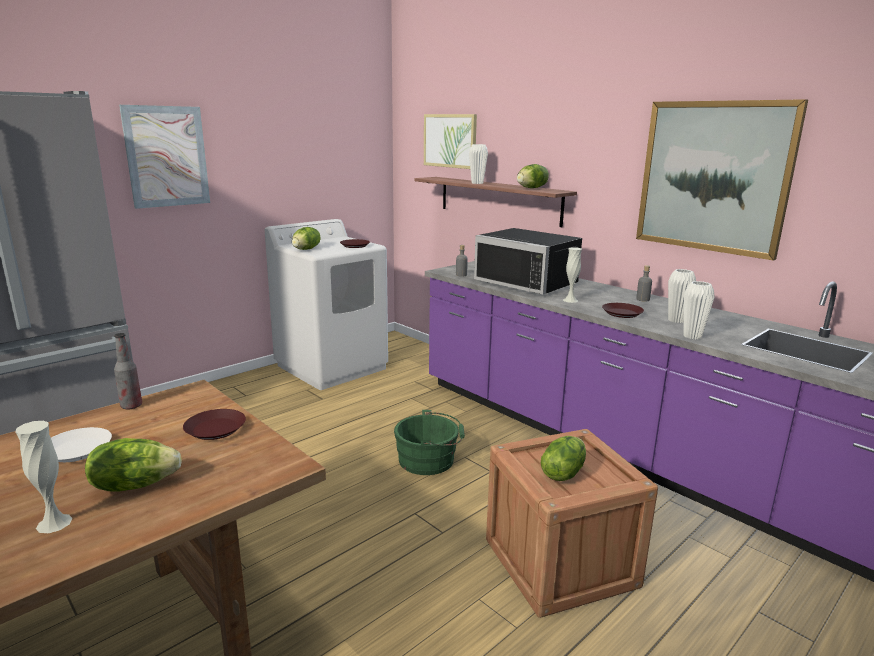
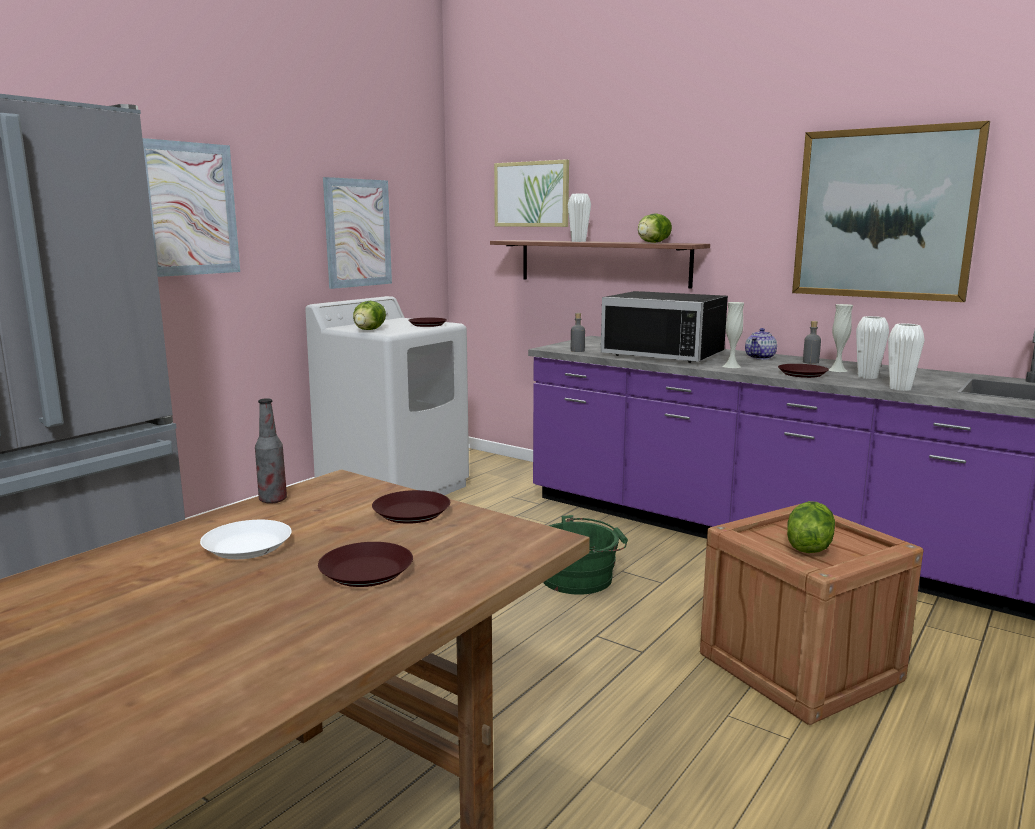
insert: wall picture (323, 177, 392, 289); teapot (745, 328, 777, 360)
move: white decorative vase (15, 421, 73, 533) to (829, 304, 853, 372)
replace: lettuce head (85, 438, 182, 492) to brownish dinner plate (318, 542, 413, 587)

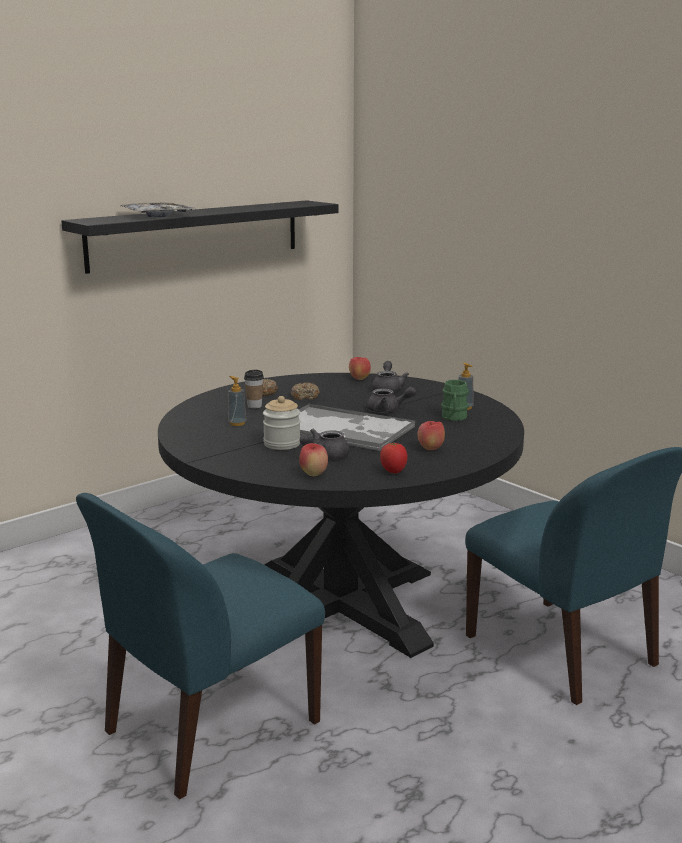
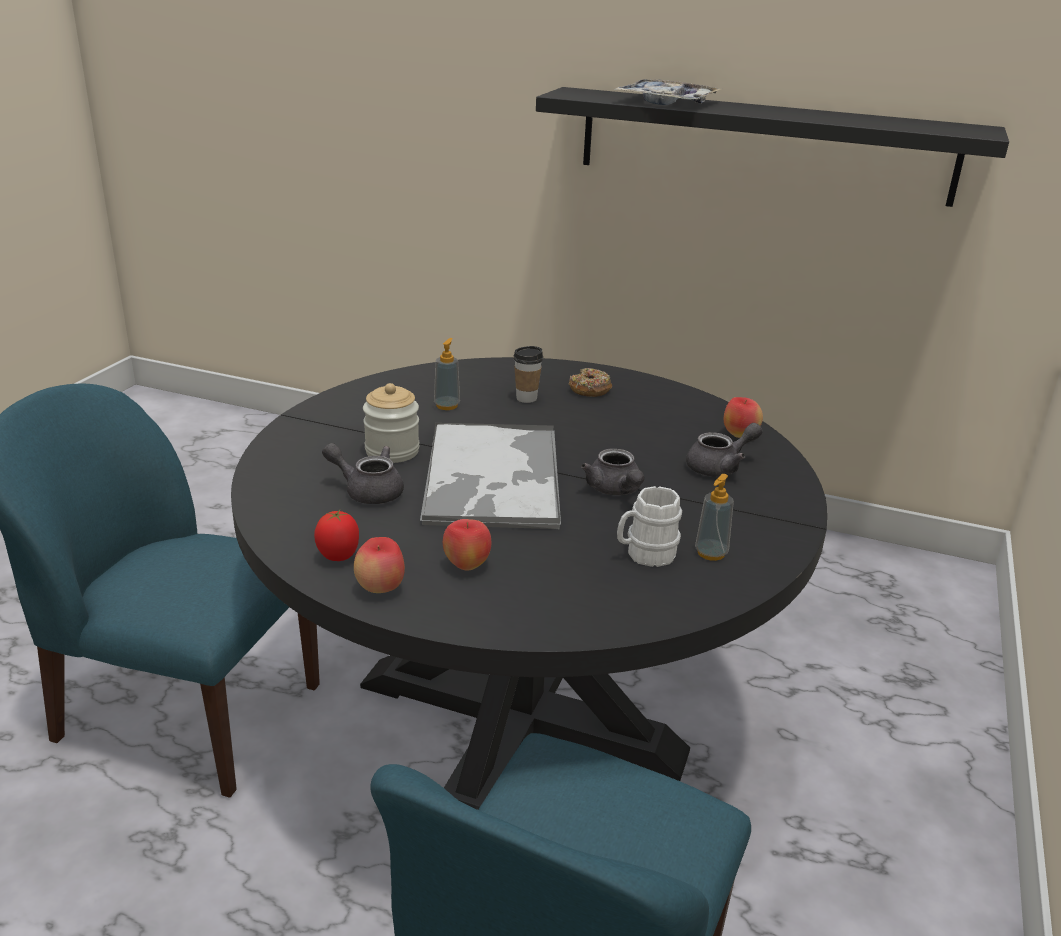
delete: doughnut (291, 383, 319, 400)
move: apple fruit (299, 443, 328, 476) to (354, 537, 405, 593)
recolor: green-coloured tea mug (441, 380, 469, 421) to white tea mug (617, 486, 682, 567)

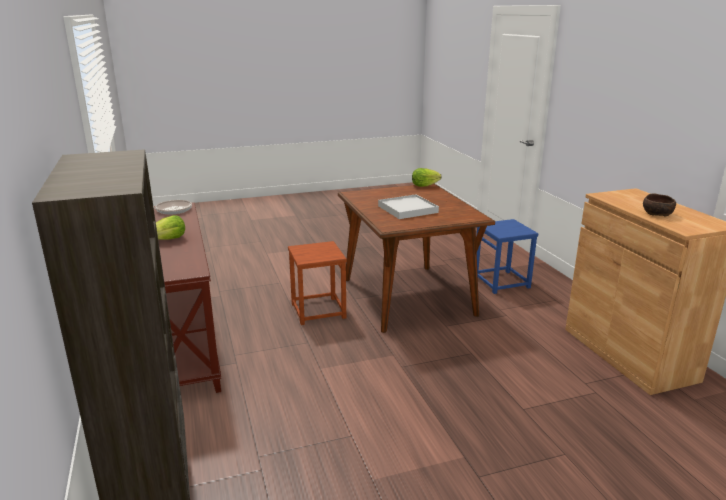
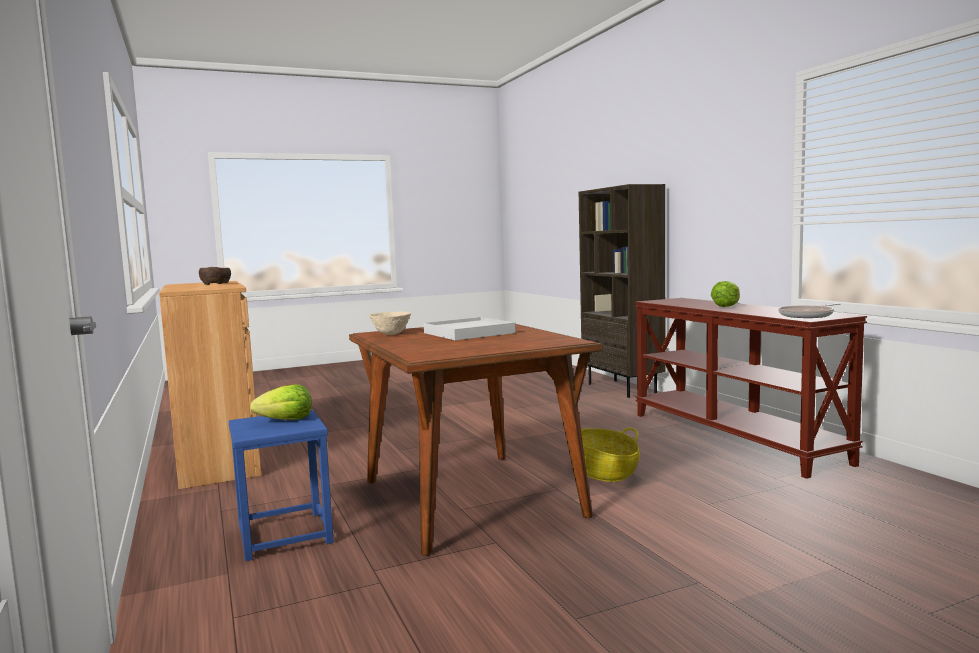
insert: beige serving bowl (369, 311, 411, 335)
move: lettuce head (412, 168, 441, 187) to (250, 384, 312, 420)
replace: brownish stool (288, 241, 347, 325) to storage basket (566, 428, 640, 482)

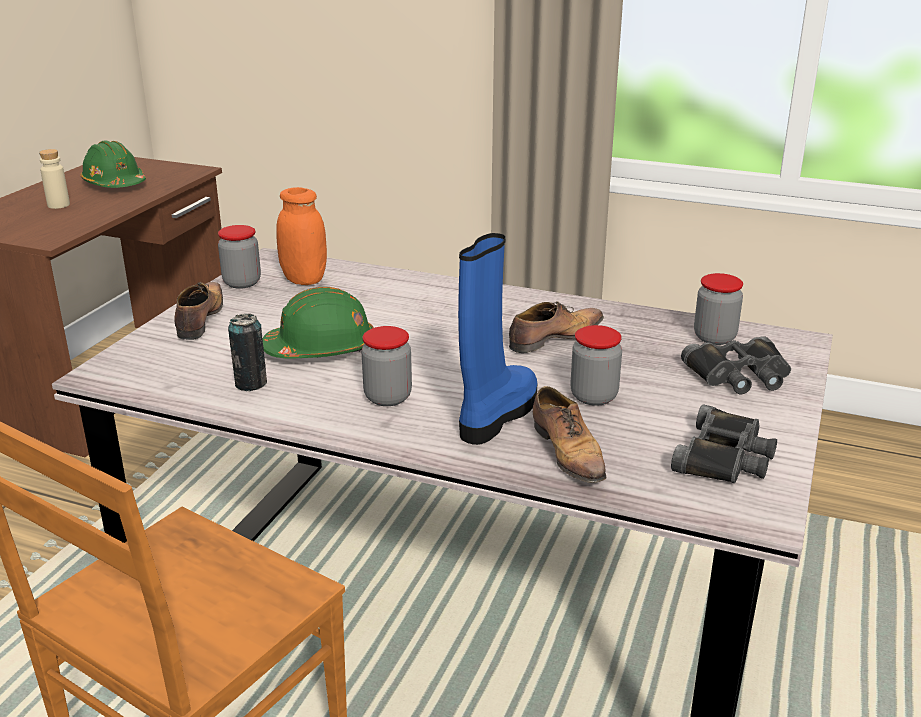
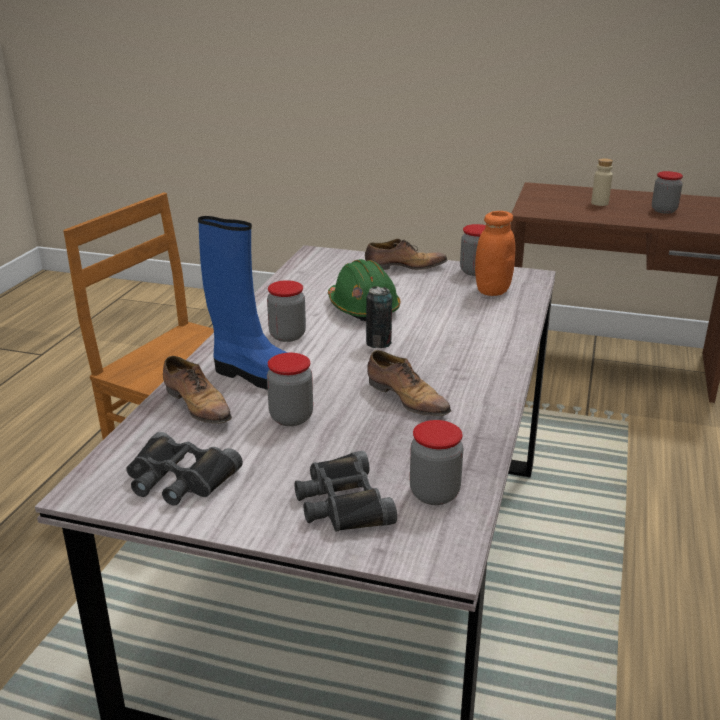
move: sealed can (228, 314, 267, 391) to (366, 286, 392, 348)
replace: green-coloured safety helmet (80, 141, 146, 188) to storage jar (652, 171, 683, 214)
rotate: item of footwear (533, 386, 606, 483) = (163, 356, 232, 426) 105 degrees counterclockwise

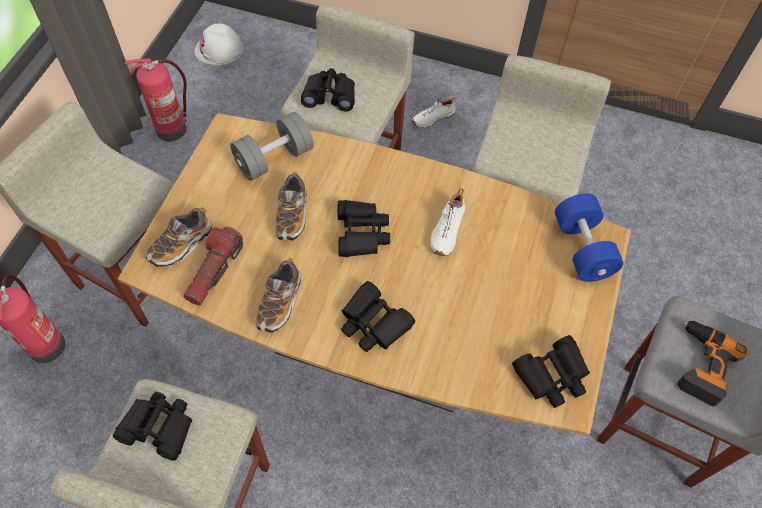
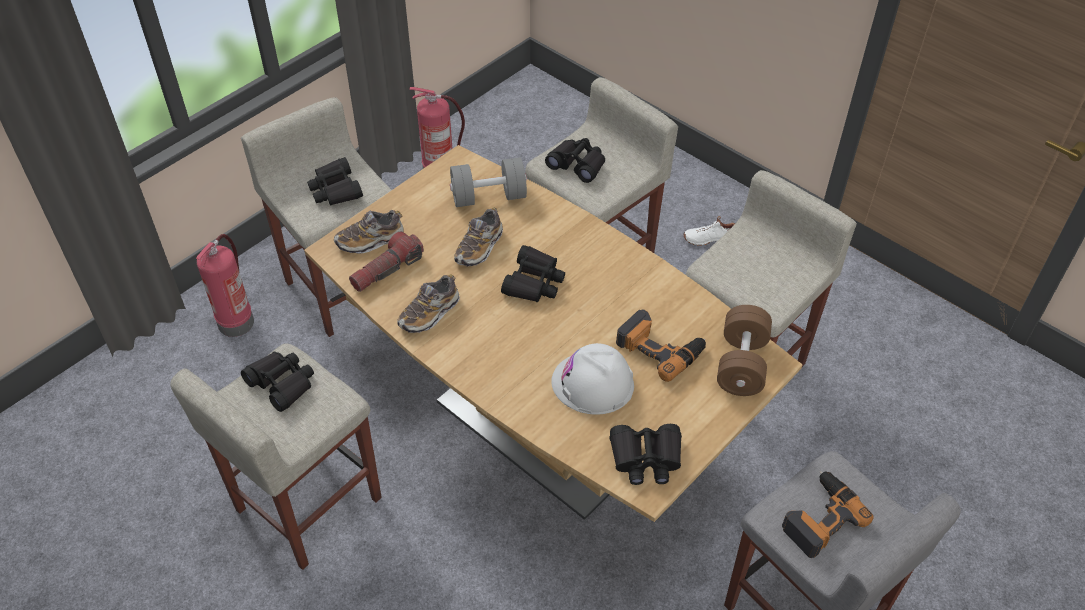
delete: white item of footwear (430, 188, 465, 256)
insert: drill (616, 309, 706, 382)
move: white safety helmet (194, 24, 243, 65) to (551, 343, 634, 415); blackish pair of binoculars (341, 281, 415, 352) to (307, 157, 363, 206)
recolor: blue hand weight (555, 194, 624, 282) to brownish hand weight (717, 305, 772, 396)

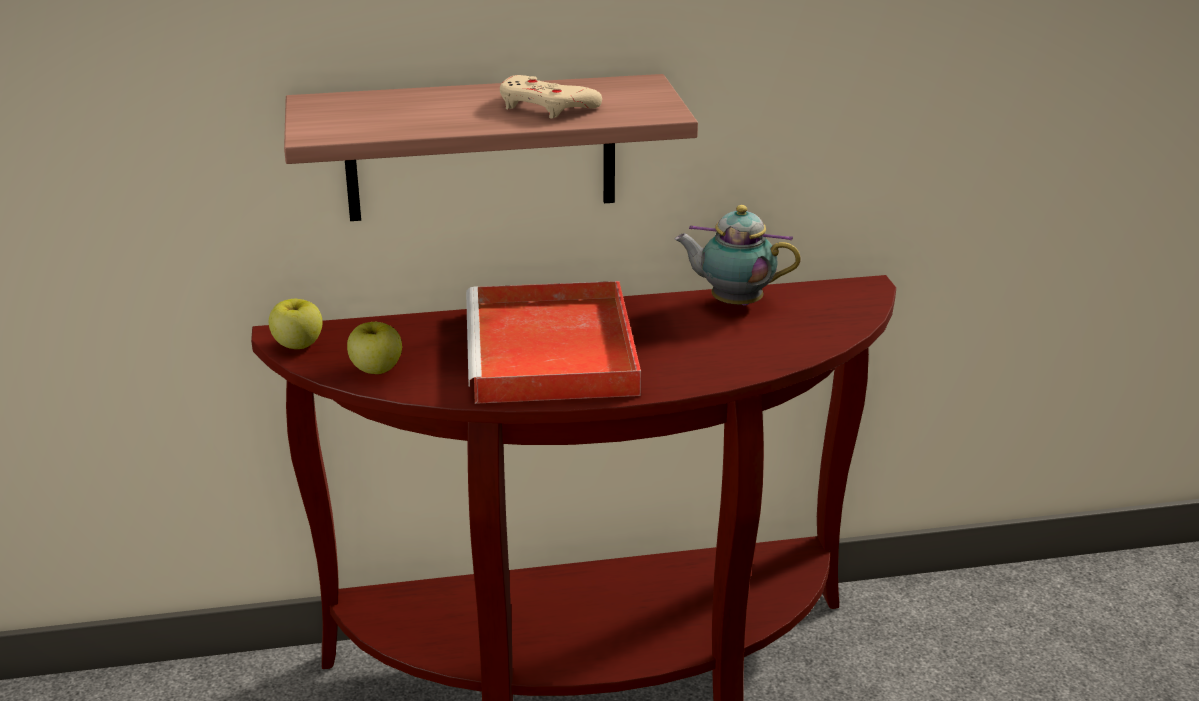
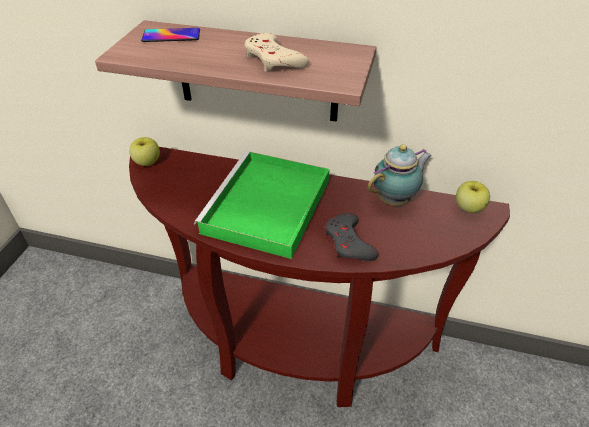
insert: phone (141, 28, 200, 42); gray joypad (325, 213, 378, 261)
move: apple fruit (347, 322, 402, 374) to (456, 181, 490, 213)
recolor: reddish carrying tray (466, 281, 641, 404) to green-coloured carrying tray (194, 151, 330, 259)
rotate: teapot (674, 205, 801, 306) = (367, 145, 432, 205) 105 degrees clockwise

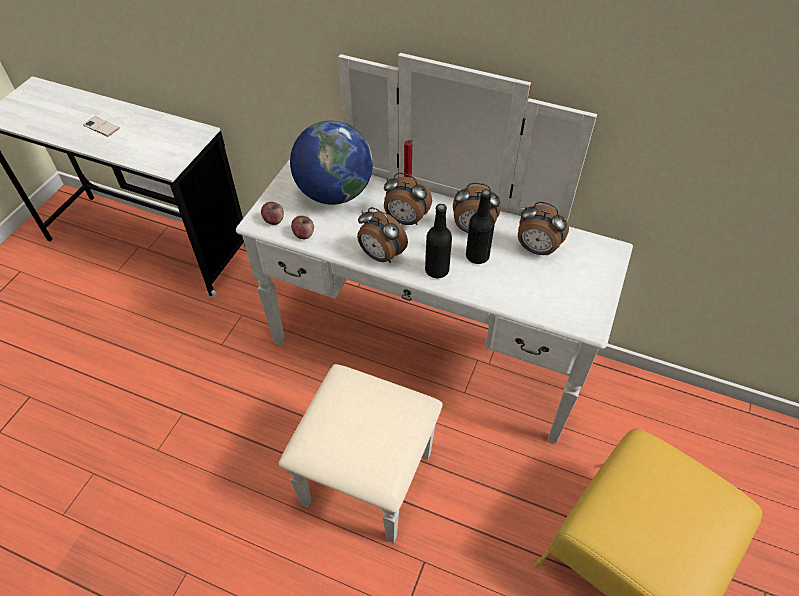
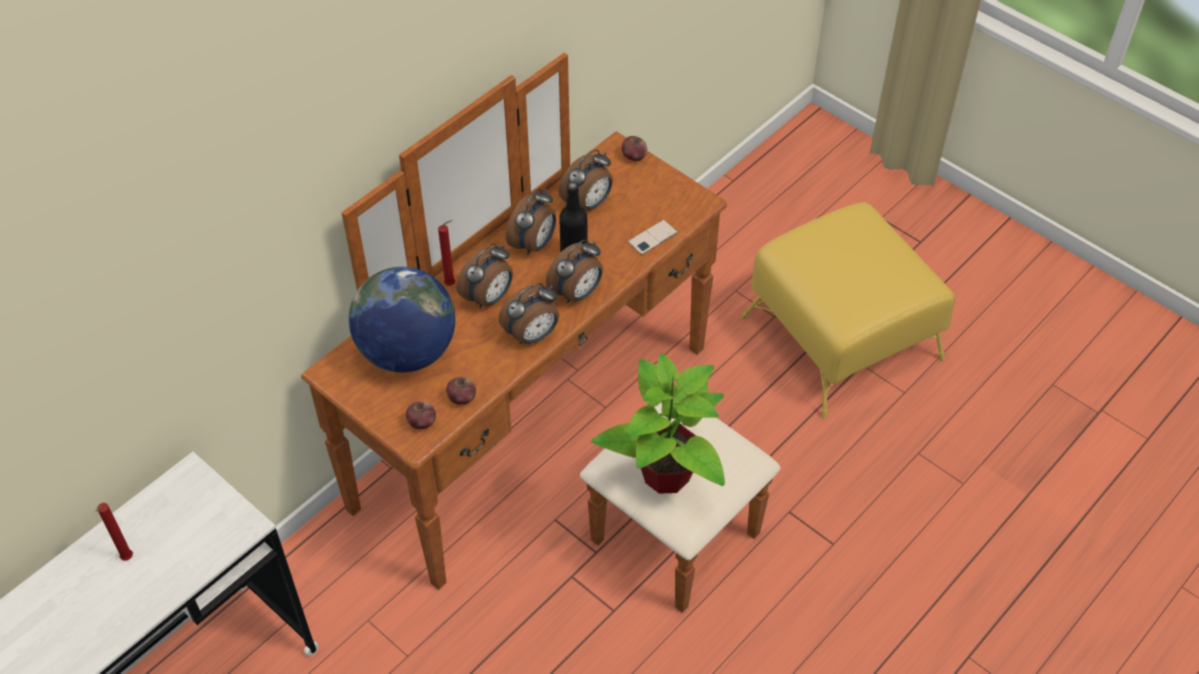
insert: reddish wax light (96, 503, 133, 561); plant in a pot (591, 353, 725, 494); apple fruit (622, 136, 647, 161)
move: phone (83, 116, 120, 137) to (628, 220, 678, 255)
replace: blackish bottle (425, 204, 452, 279) to bedside clock (546, 239, 603, 303)
recolor: white drawer chest (236, 53, 633, 543) to brownish drawer chest (301, 53, 780, 613)

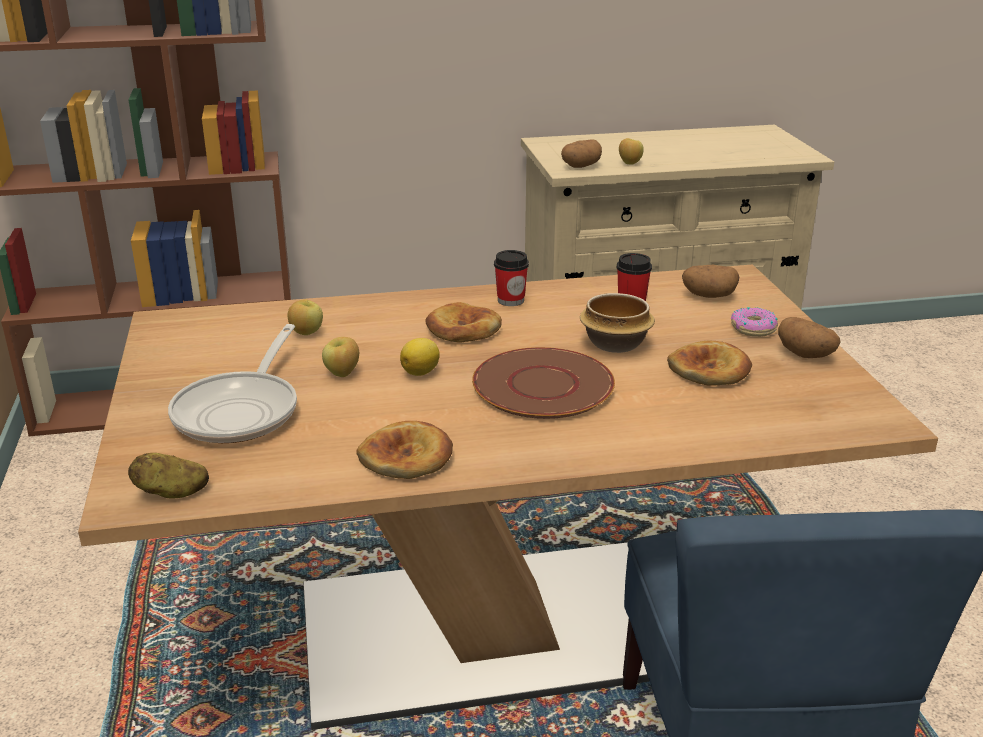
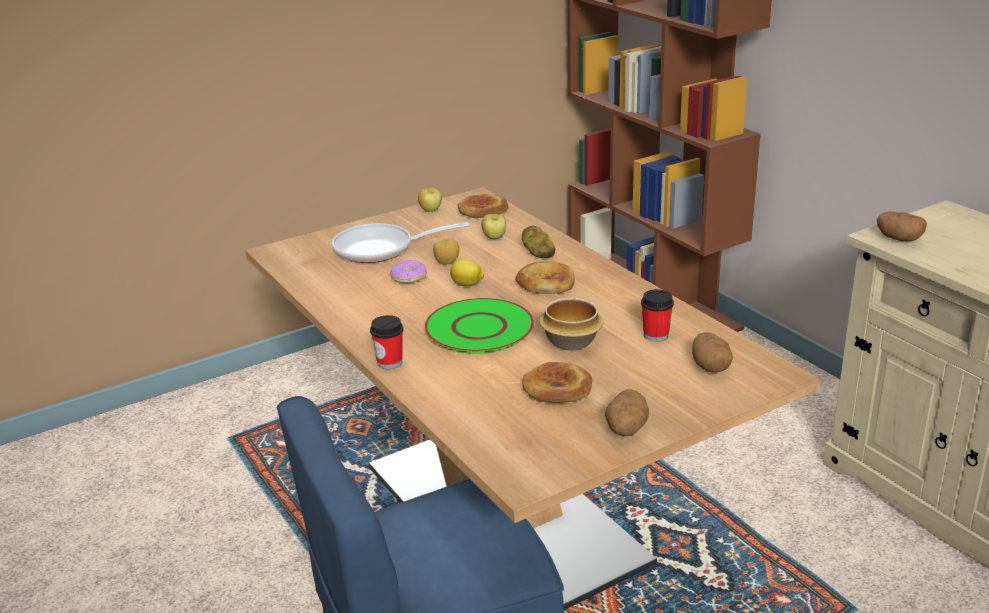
move: whole potato (128, 453, 209, 498) to (522, 226, 555, 258); bread (356, 421, 453, 479) to (458, 194, 509, 218); drinking cup (494, 250, 529, 306) to (370, 315, 403, 369); apple fruit (619, 138, 644, 164) to (418, 188, 442, 212); doughnut (731, 307, 778, 337) to (390, 260, 427, 284)
recolor: brownish dinner plate (472, 347, 615, 419) to green-coloured dinner plate (424, 298, 534, 354)

